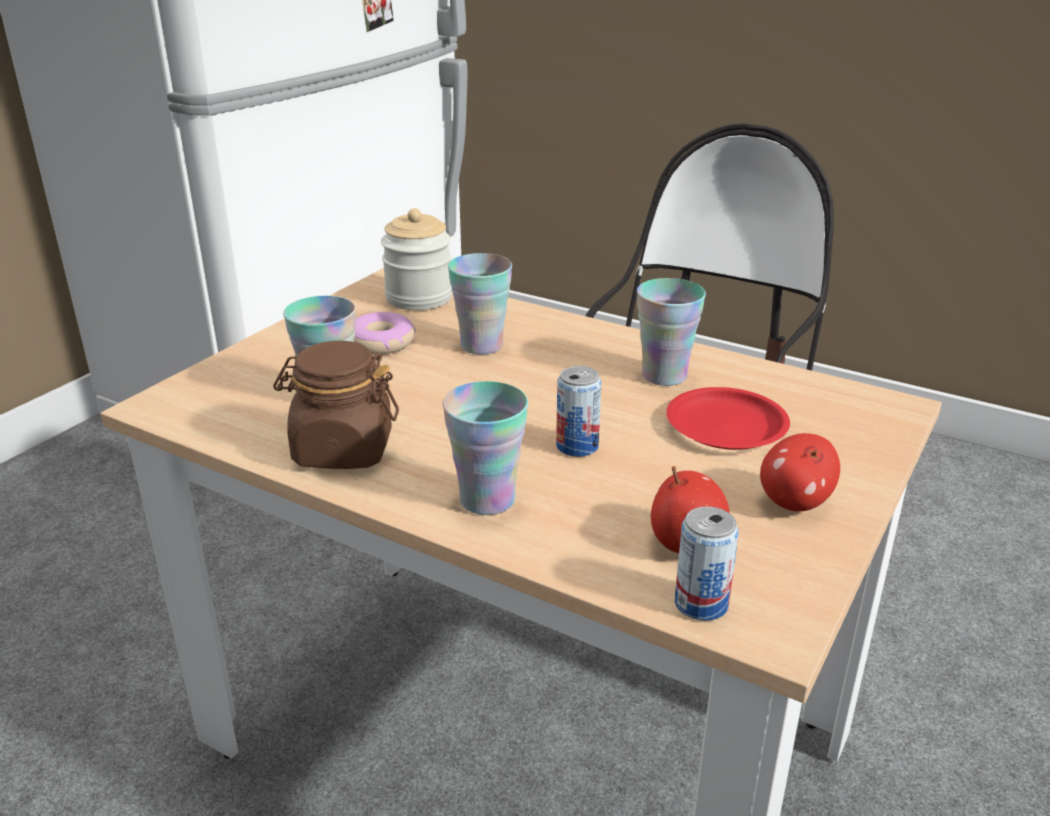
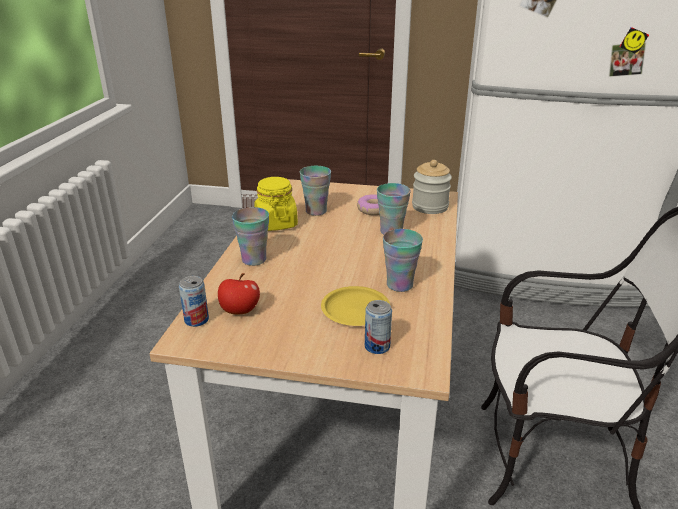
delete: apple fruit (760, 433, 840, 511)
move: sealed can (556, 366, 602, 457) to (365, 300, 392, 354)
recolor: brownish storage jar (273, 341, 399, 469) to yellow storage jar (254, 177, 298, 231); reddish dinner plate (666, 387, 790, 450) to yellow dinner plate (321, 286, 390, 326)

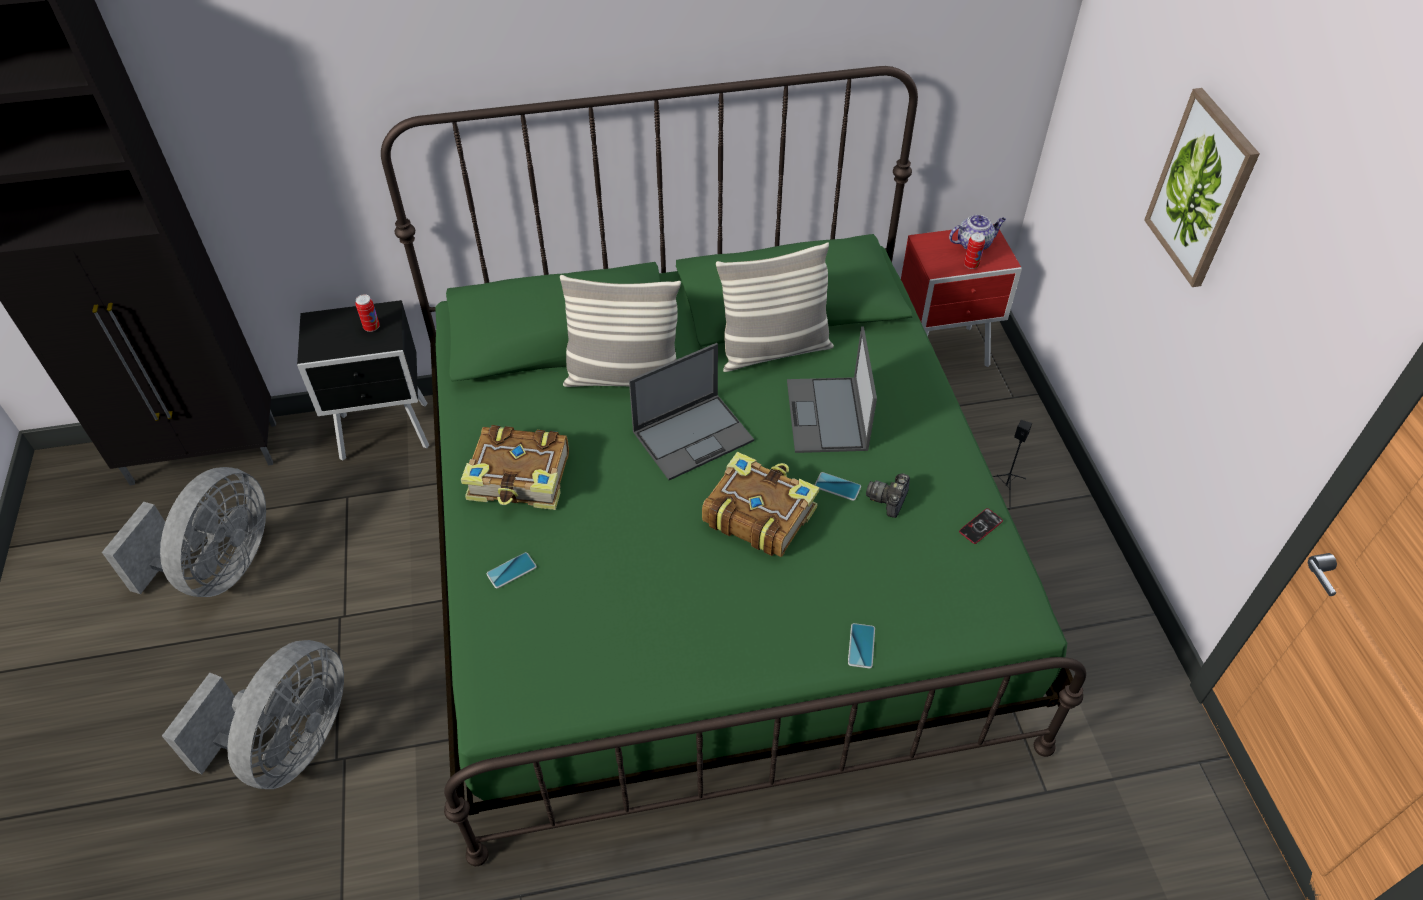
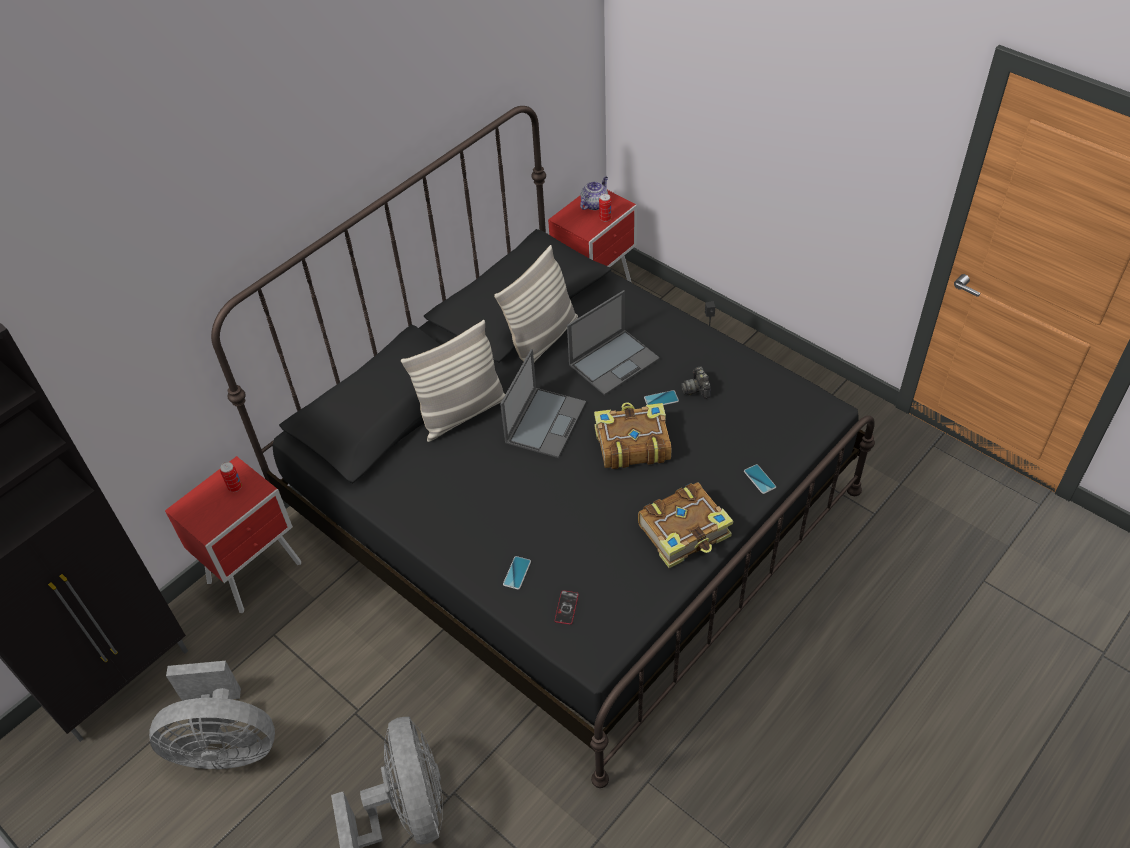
delete: wall picture (1144, 88, 1260, 287)
move: bound book (461, 425, 569, 510) to (638, 482, 733, 568); phone (959, 508, 1003, 544) to (555, 590, 579, 625)
recolor: blackish night table (297, 300, 429, 460) to reddish night table (165, 456, 301, 613); green-coloured sleeping bed (381, 66, 1086, 866) to blackish sleeping bed (211, 106, 875, 788)
rotate: gray electric fan (102, 467, 266, 597) = (149, 661, 275, 769) 105 degrees clockwise; portable computer (787, 326, 877, 453) = (567, 290, 660, 395) 90 degrees counterclockwise

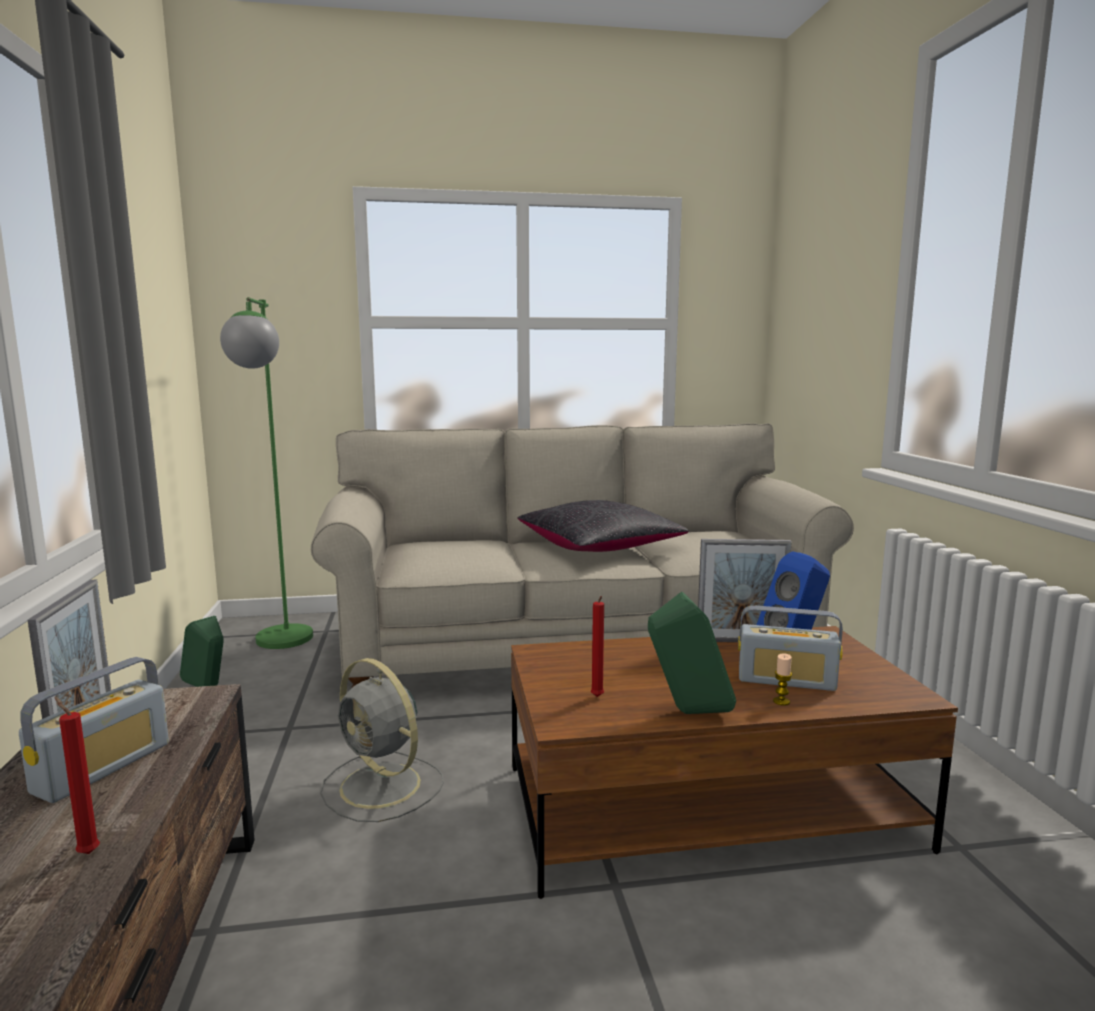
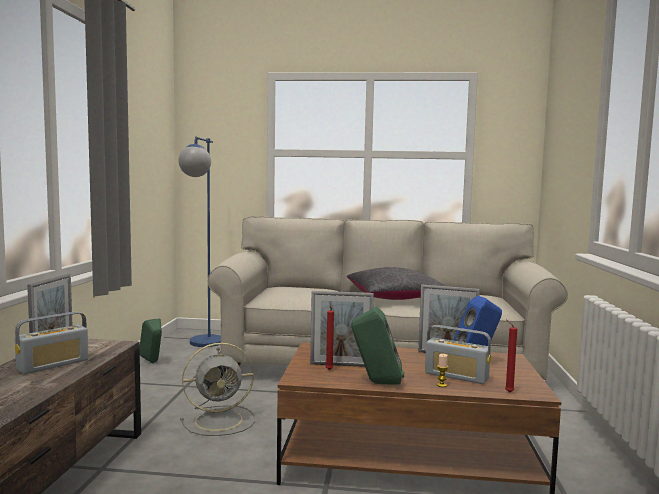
insert: standing frame (310, 291, 374, 367)
move: reddish wax light (54, 697, 100, 854) to (505, 319, 517, 393)
recolor: green-coloured standard lamp (220, 297, 313, 649) to blue standard lamp (179, 137, 221, 347)
rotate: gray electric fan (320, 658, 444, 822) = (180, 343, 255, 436) 75 degrees counterclockwise

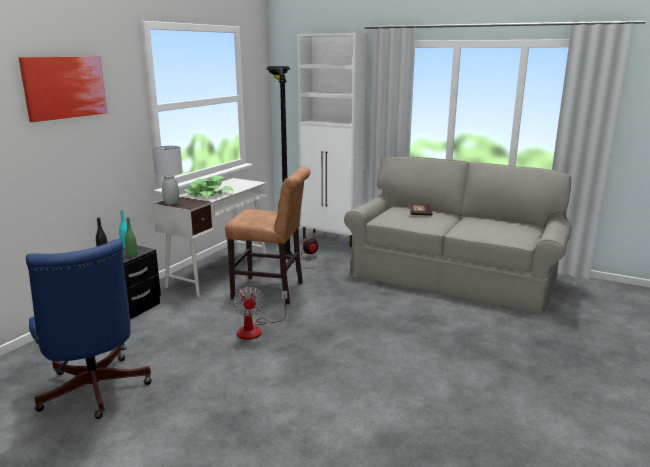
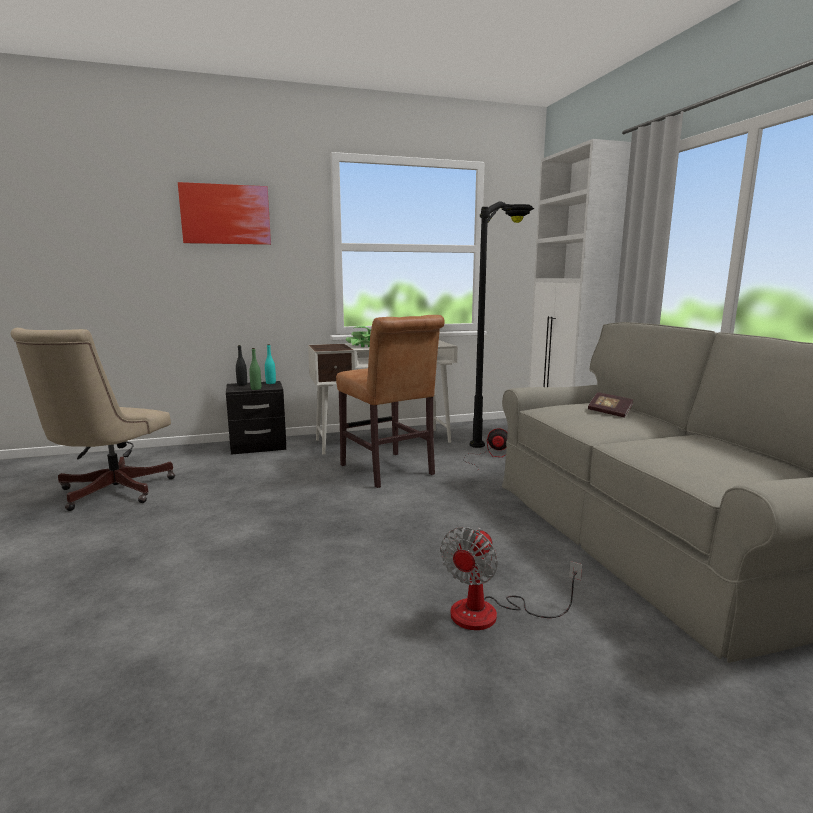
delete: gray lamp for a table (152, 146, 183, 205)
move: electric fan (233, 287, 287, 340) to (440, 527, 582, 630)
recolor: blue desk chair (26, 239, 152, 419) to beige desk chair (11, 328, 175, 511)

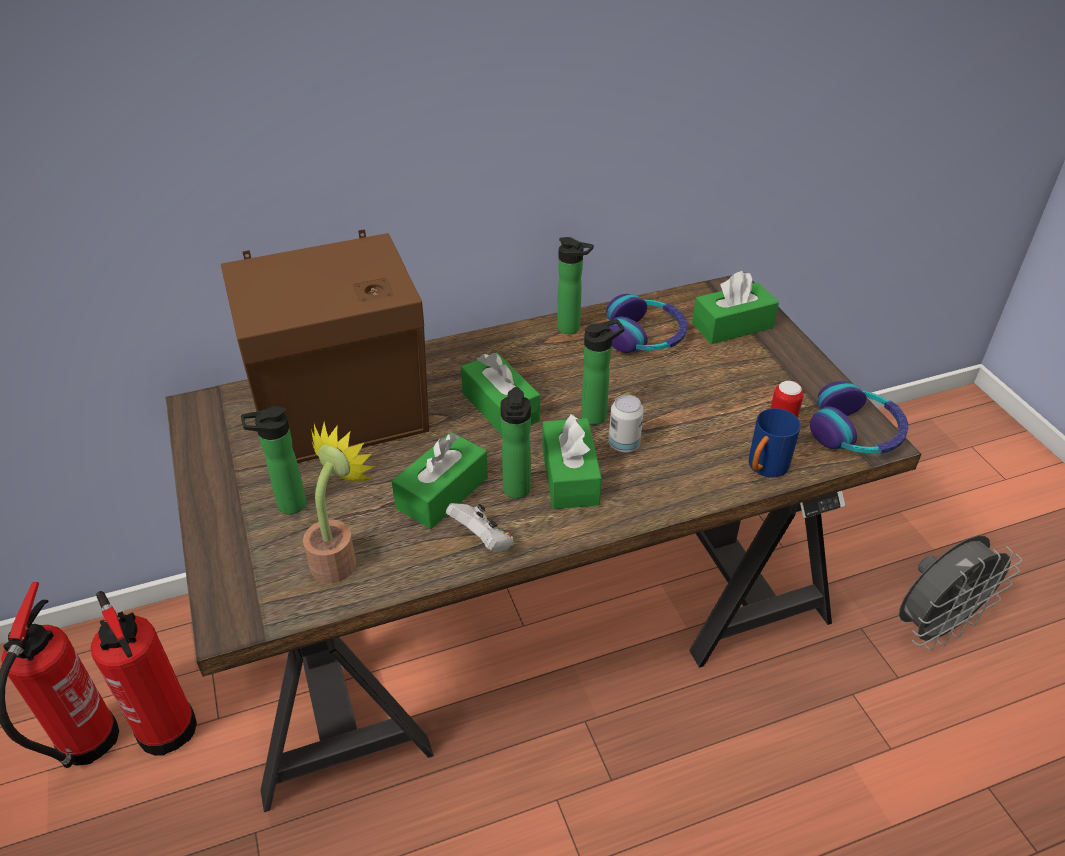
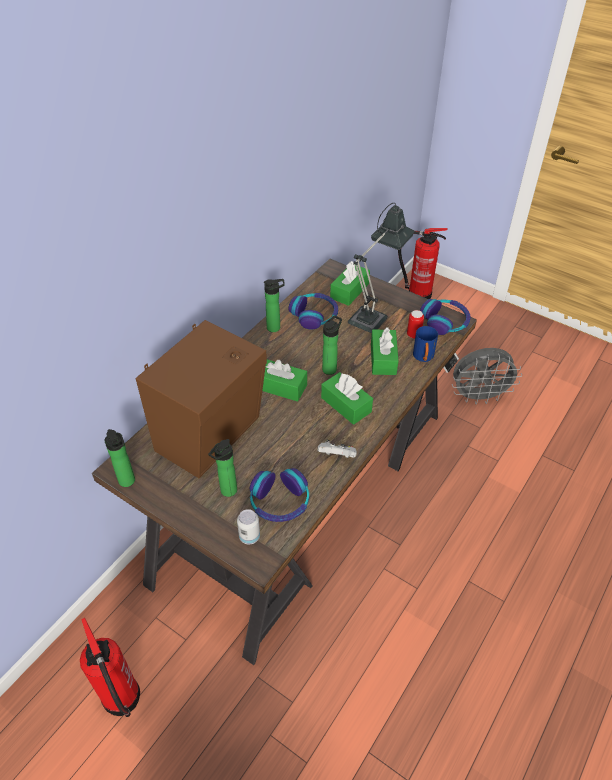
insert: lamp for a table (348, 203, 415, 333)
move: fire extinguisher (91, 591, 197, 756) to (398, 228, 448, 299); green-coloured box of tissues (392, 432, 488, 529) to (371, 327, 398, 375); bottle (500, 387, 531, 498) to (104, 429, 135, 487); sealed can (609, 395, 644, 452) to (237, 509, 260, 544)
replace: plant in a pot (303, 421, 376, 583) to headphones (250, 468, 309, 522)
rotate: gray electric fan (899, 536, 1022, 651) = (452, 348, 522, 405) 60 degrees clockwise

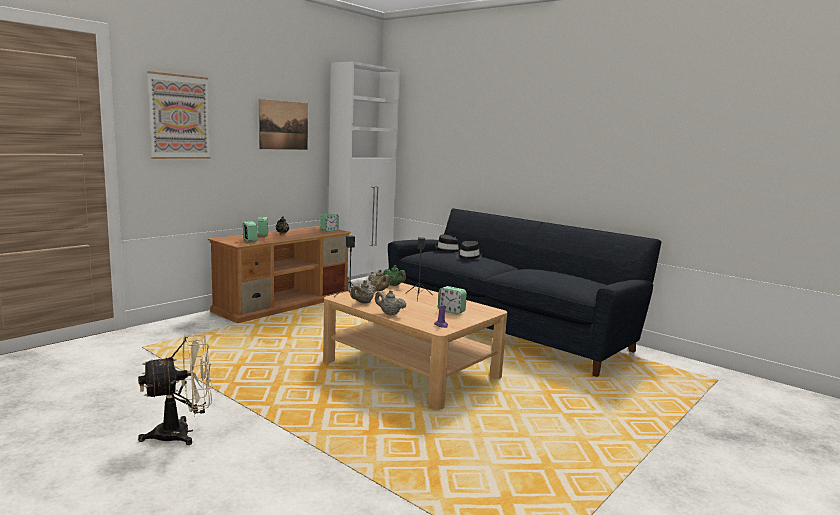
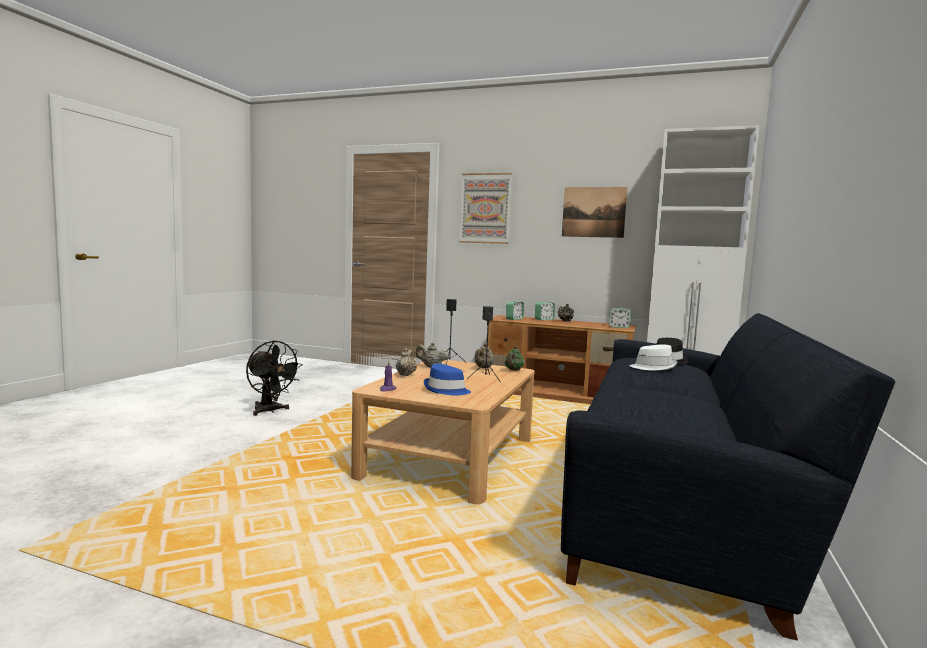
replace: bedside clock (438, 286, 467, 314) to blue clothing hat (424, 364, 471, 395)
recolor: beige electric fan (138, 335, 213, 445) to blackish electric fan (246, 340, 303, 416); blackish clothing hat (456, 241, 483, 260) to white clothing hat (630, 344, 678, 370)

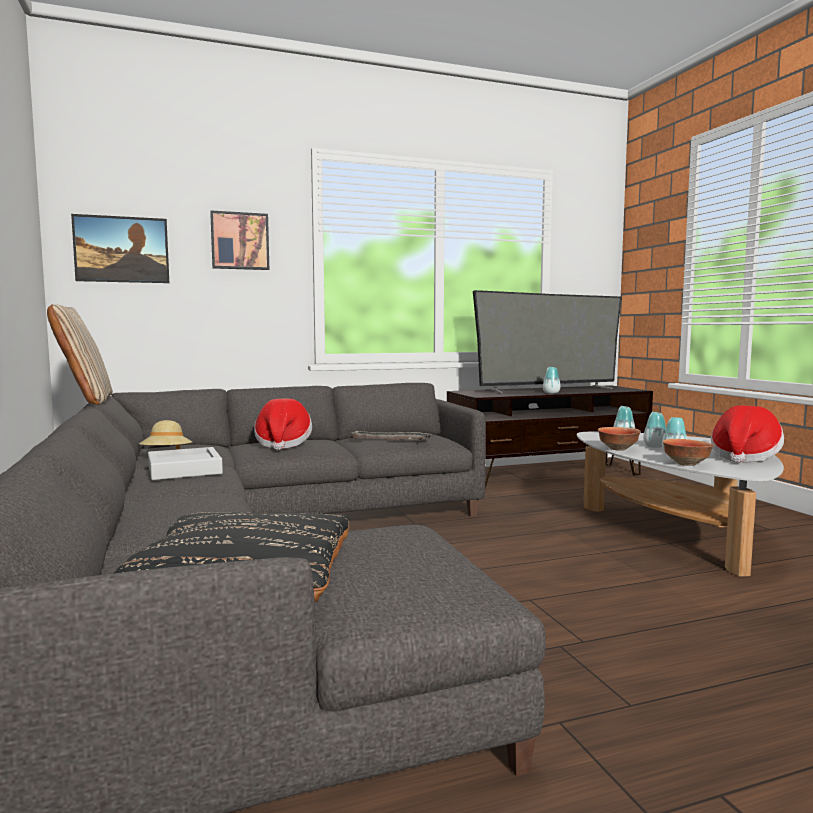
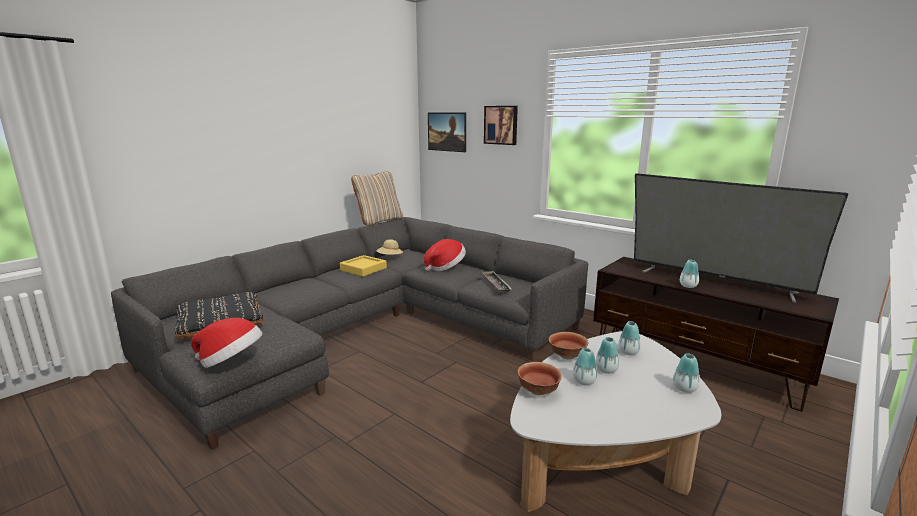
insert: decorative vase (673, 353, 700, 393)
move: clothing hat (711, 405, 784, 463) to (191, 318, 262, 368)
recolor: gray carrying tray (148, 447, 223, 480) to yellow carrying tray (340, 255, 387, 277)

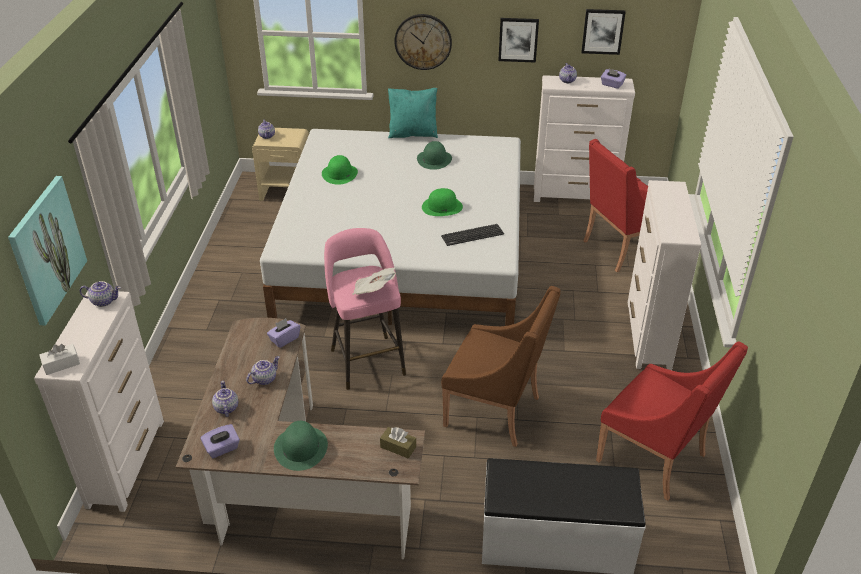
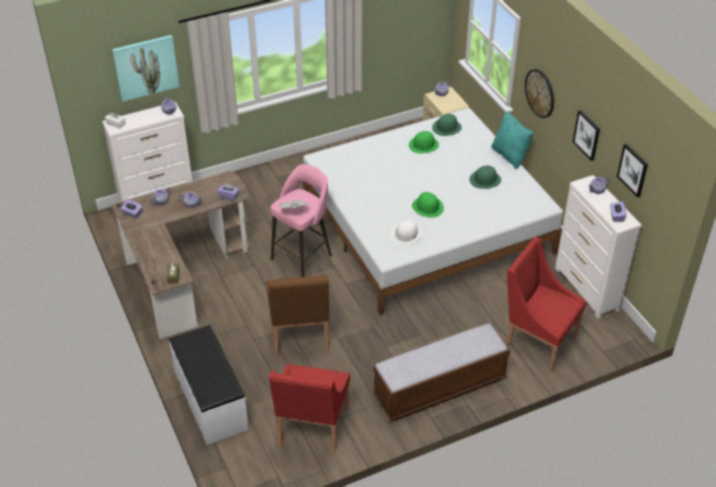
move: green-coloured clothing hat (274, 421, 328, 471) to (432, 114, 462, 136)
replace: PC keyboard (441, 224, 504, 246) to white clothing hat (390, 219, 423, 246); white drawer chest (628, 180, 702, 370) to bench (373, 323, 510, 421)

